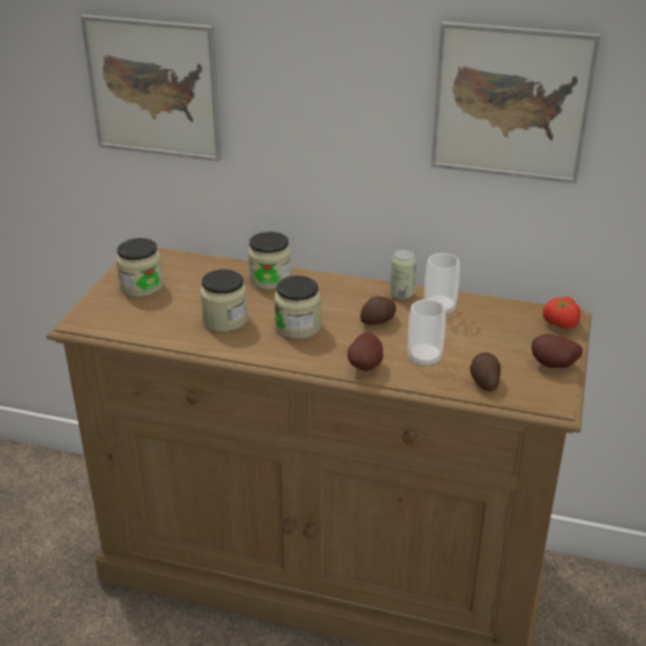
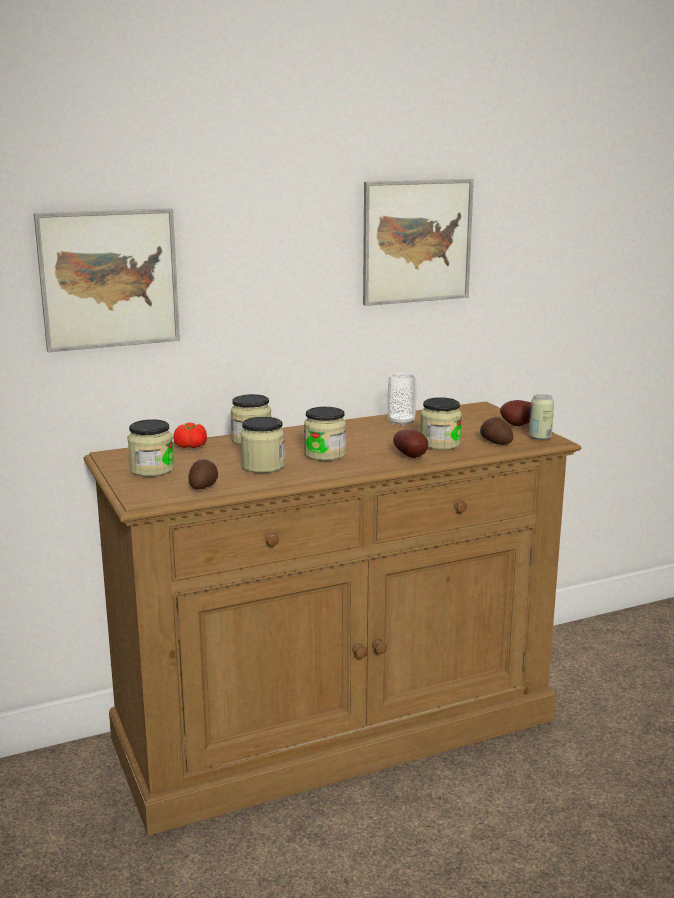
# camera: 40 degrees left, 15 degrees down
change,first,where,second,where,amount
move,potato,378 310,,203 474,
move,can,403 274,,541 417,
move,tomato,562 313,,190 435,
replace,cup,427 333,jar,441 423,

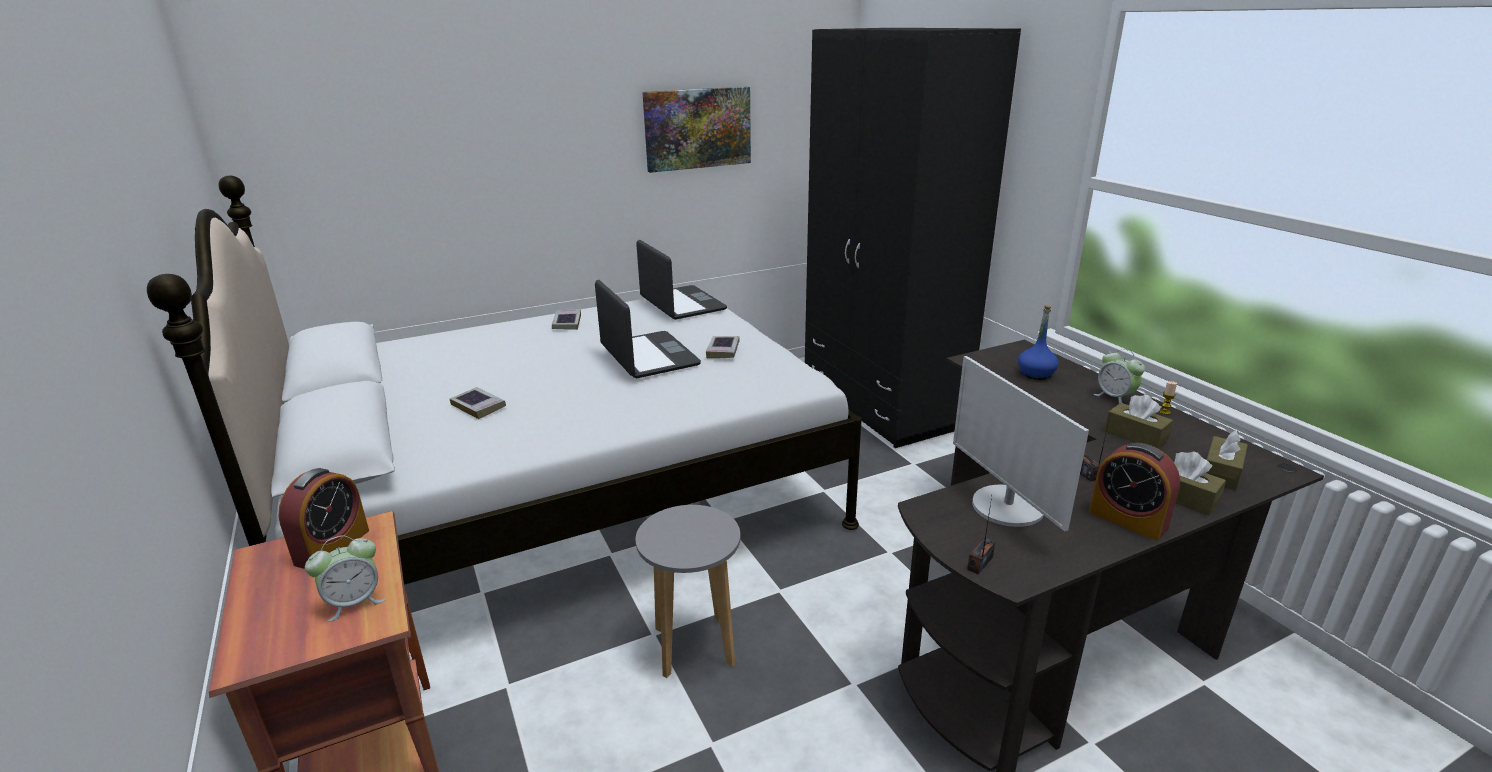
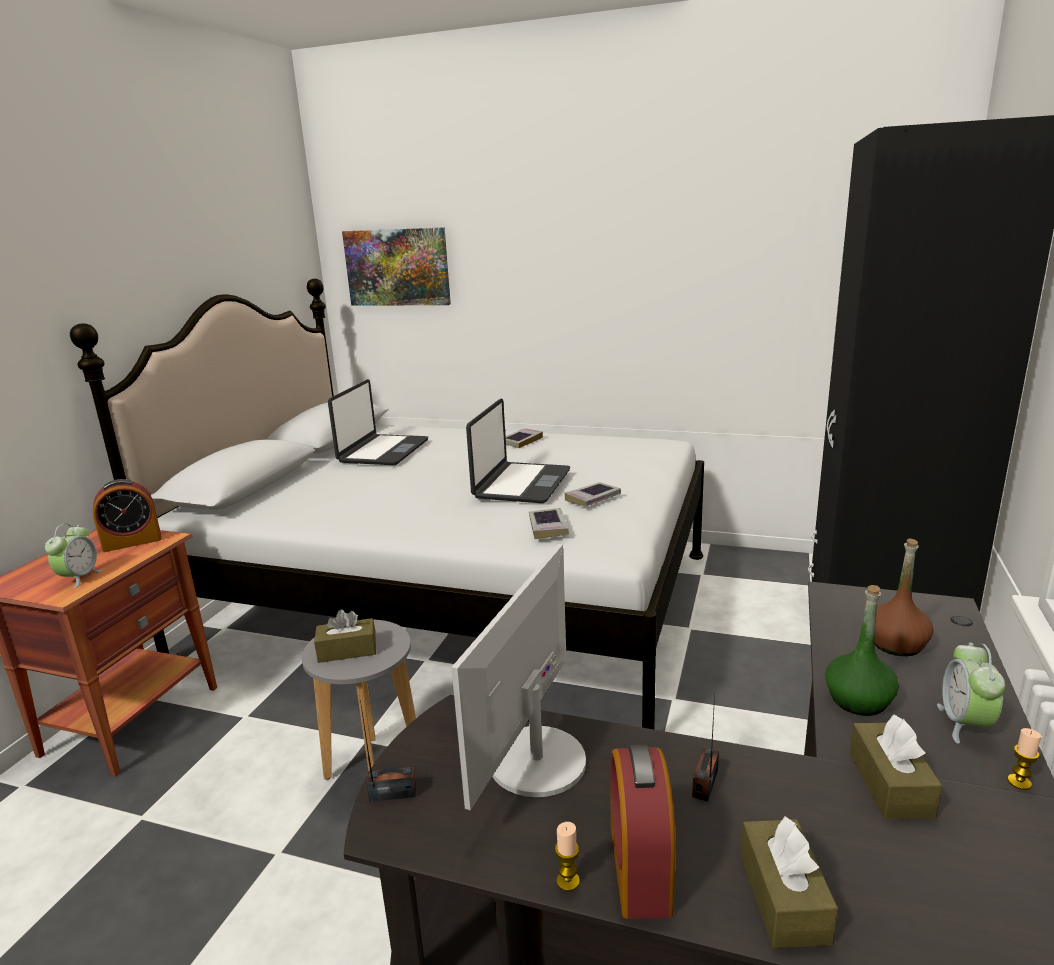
# camera: 45 degrees right, 5 degrees down
change,first,where,second,where,amount
insert,,,candle,567 857,
insert,,,green bottle,862 650,
move,book,478 403,,549 523,
move,laptop,681 280,,378 422,
move,picture,696 130,,396 266,
move,brown tissue box,1227 460,,345 636,
recolor,blue bottle,1038 342,brown bottle,904 597,
rotate,alarm clock,345 578,,74 556,90 degrees counterclockwise

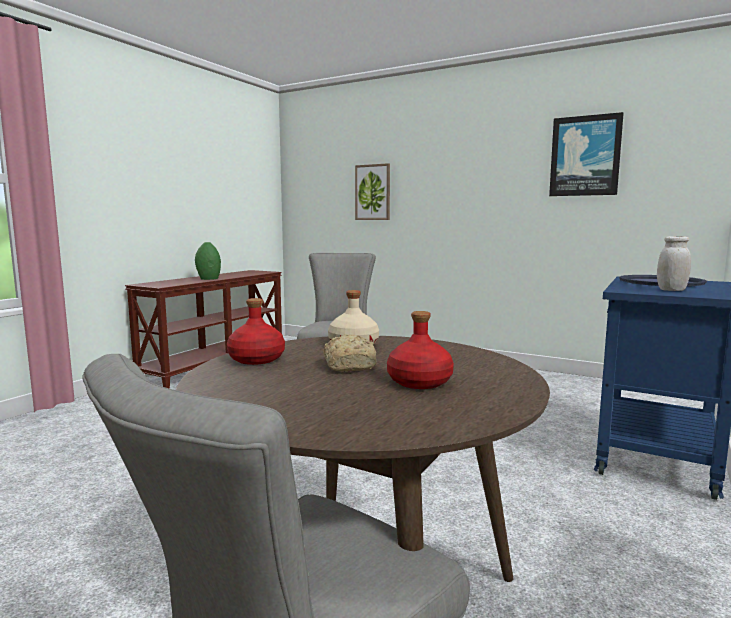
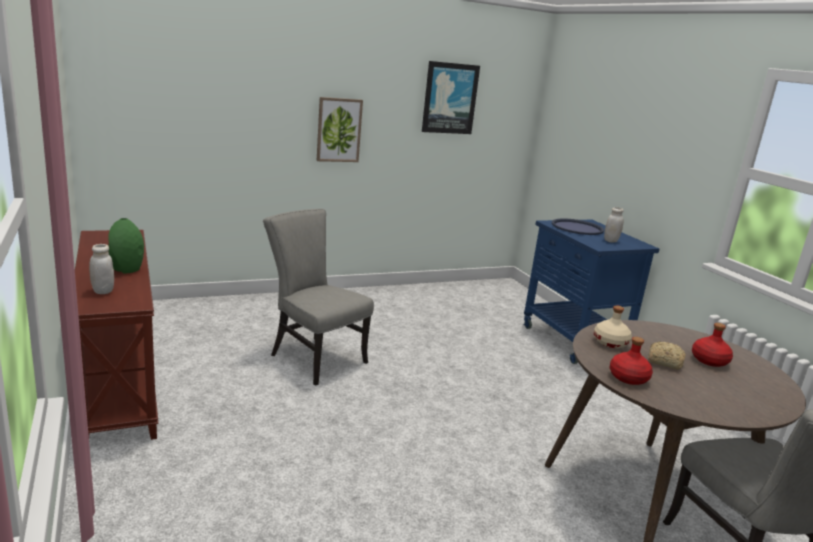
# camera: 55 degrees left, 10 degrees up
change,first,where,second,where,amount
insert,,,white jar,101 269,
move,picture,372 191,,340 129,

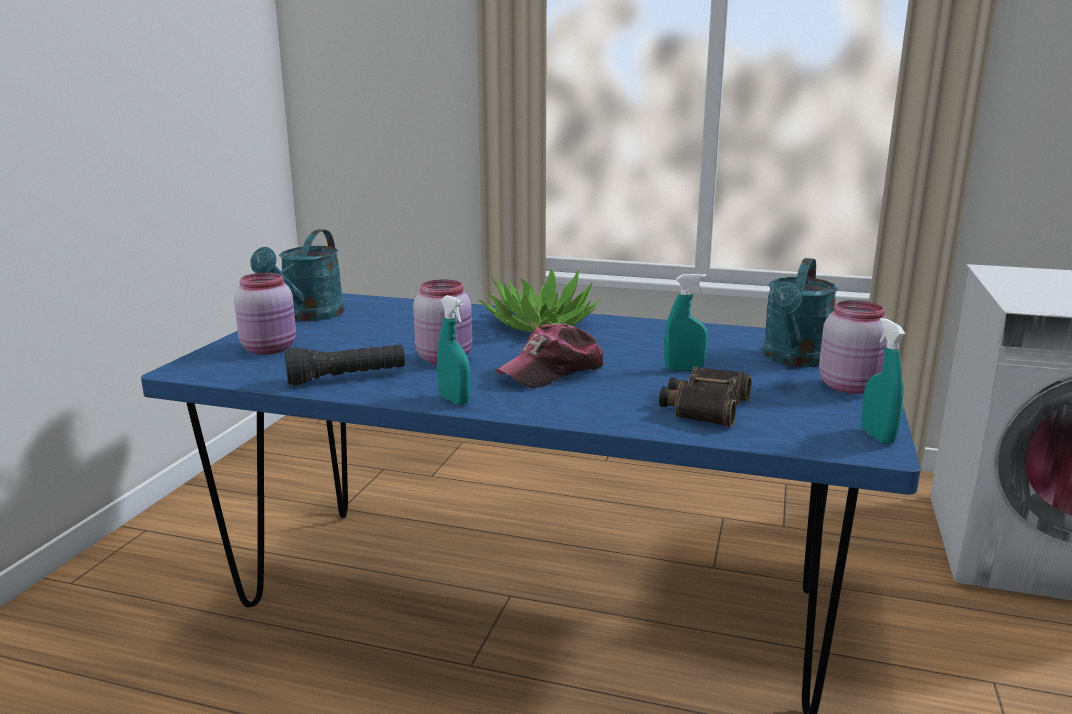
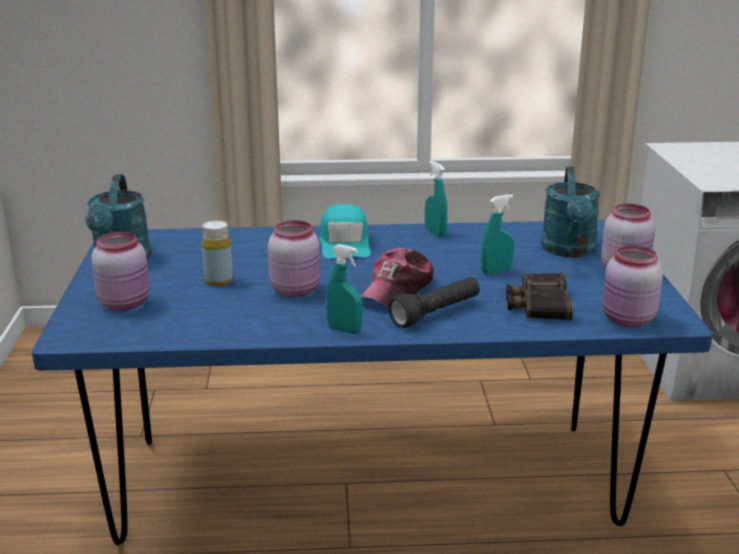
# camera: 20 degrees left, 5 degrees up
change,first,where,second,where,amount
insert,,,yellow bottle,217 253,
insert,,,pink jar,632 286,
move,black flashlight,345 365,,434 302,
move,turquoise spray bottle,883 381,,436 199,
replace,potted plant,540 299,turquoise cap,345 231,

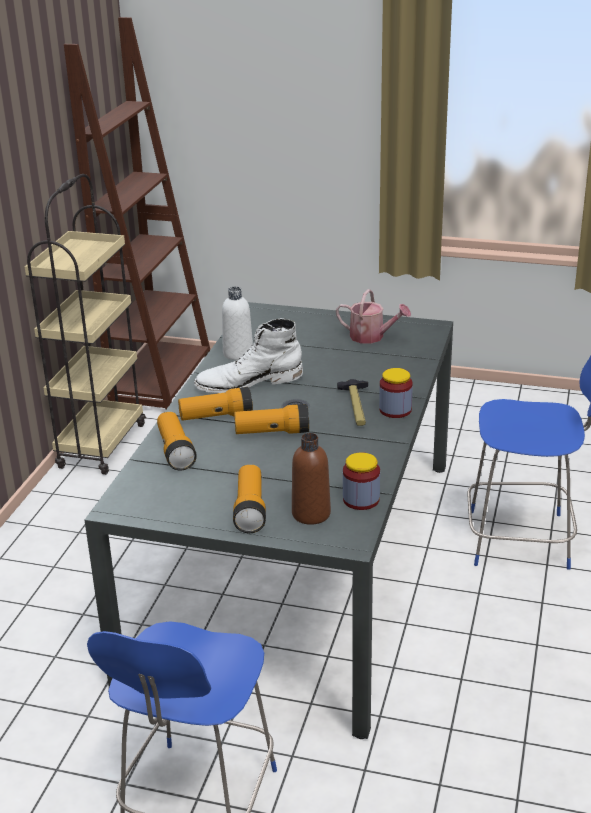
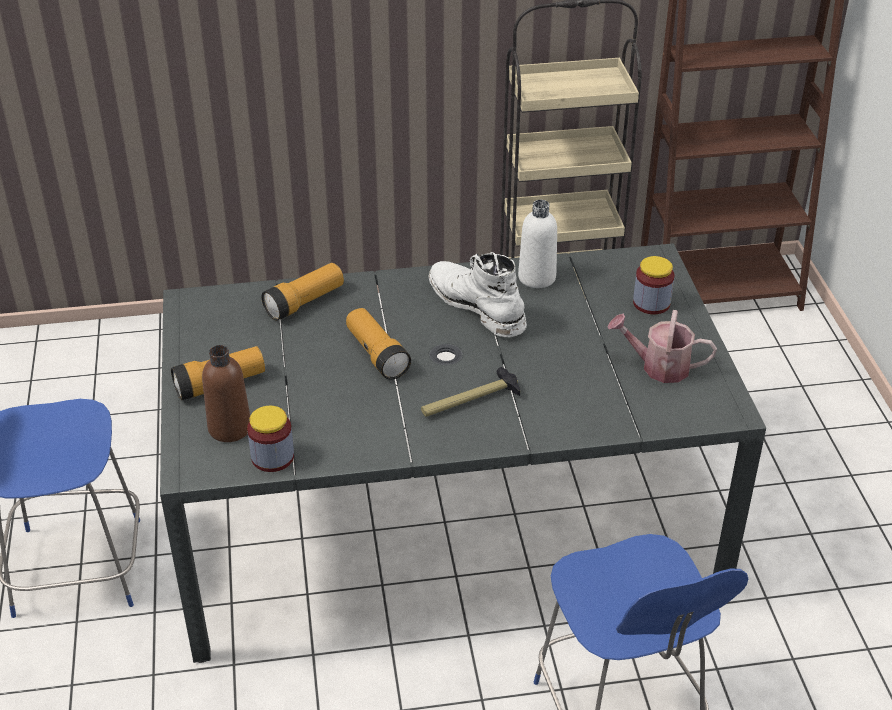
# camera: 65 degrees right, 10 degrees up
change,first,where,second,where,amount
delete,flashlight,215 404,,,
move,jar,396 393,,653 285,
rotate,watering can,373 316,,662 346,105 degrees clockwise

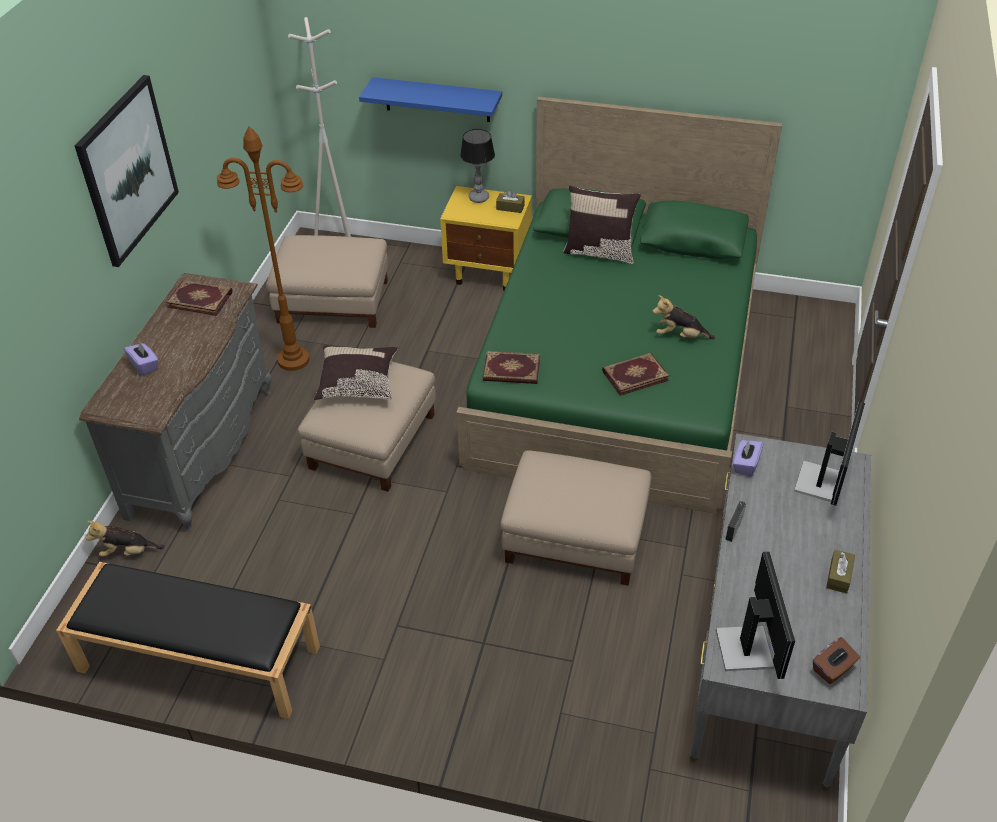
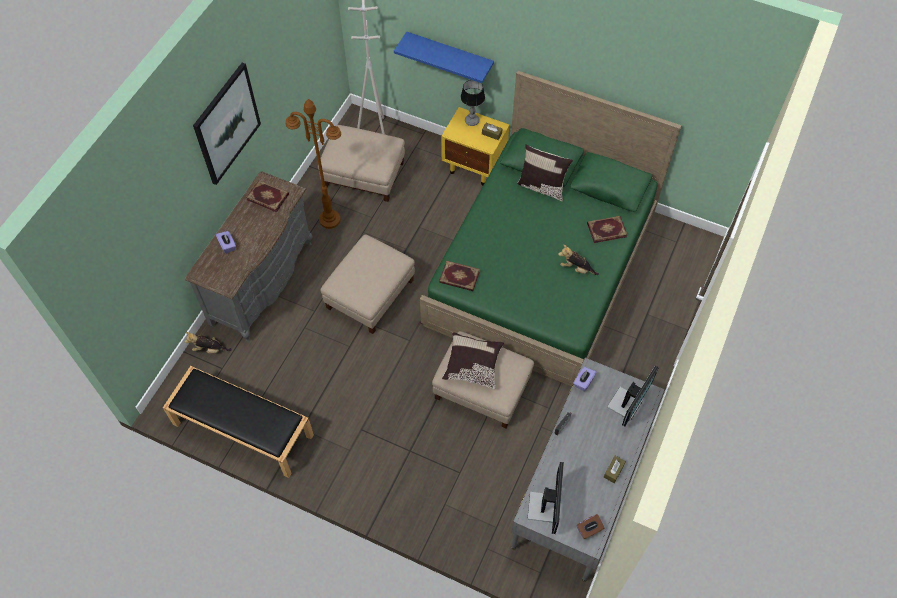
# camera: 10 degrees right, 15 degrees up
change,first,where,second,where,amount
move,pillow,356 372,,473 360,
move,book,635 374,,607 229,

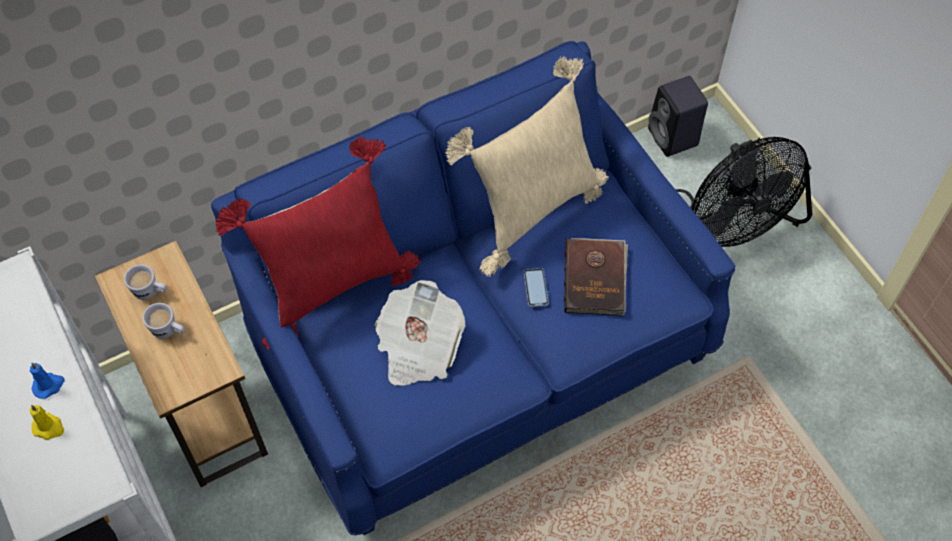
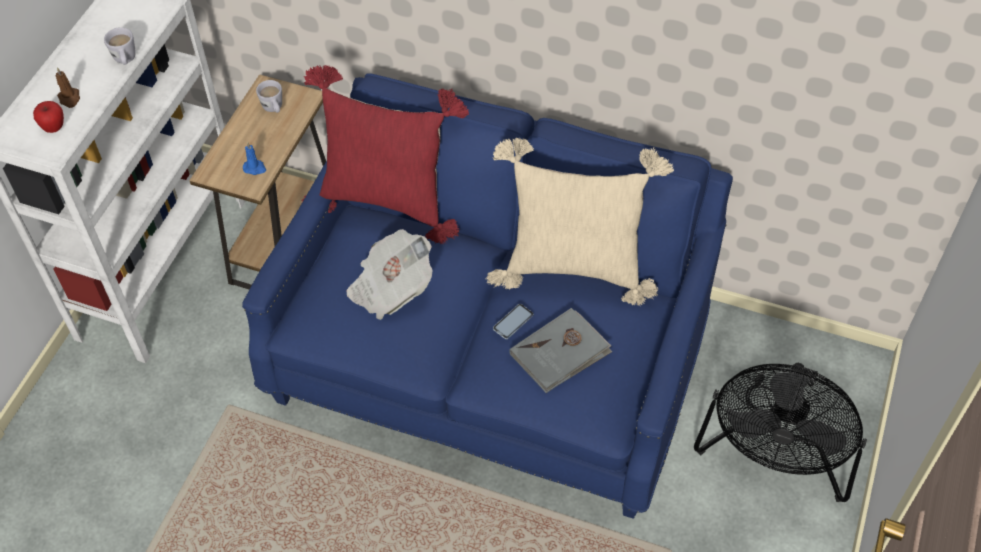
# camera: 50 degrees right, 5 degrees down
change,first,where,second,where,amount
delete,black speaker,678 116,,,
insert,,,apple,48 117,
move,blue candle,47 381,,254 158,
move,white mug,164 321,,120 46,
recolor,yellow candle,47 422,brown candle,68 87,
recolor,brown book,596 277,grey book,560 350,

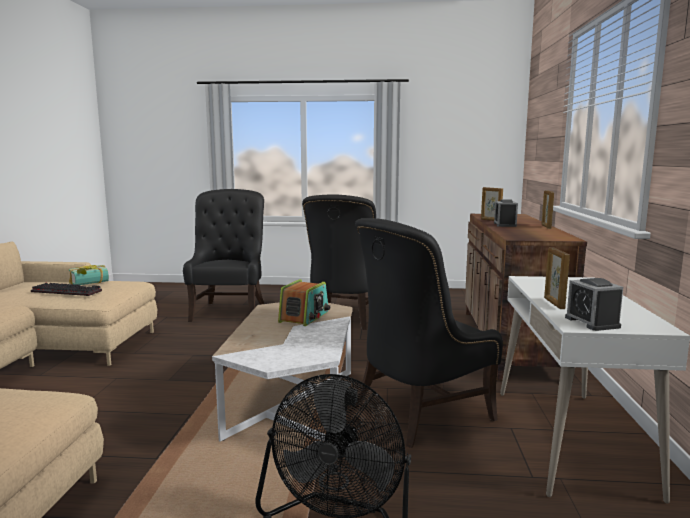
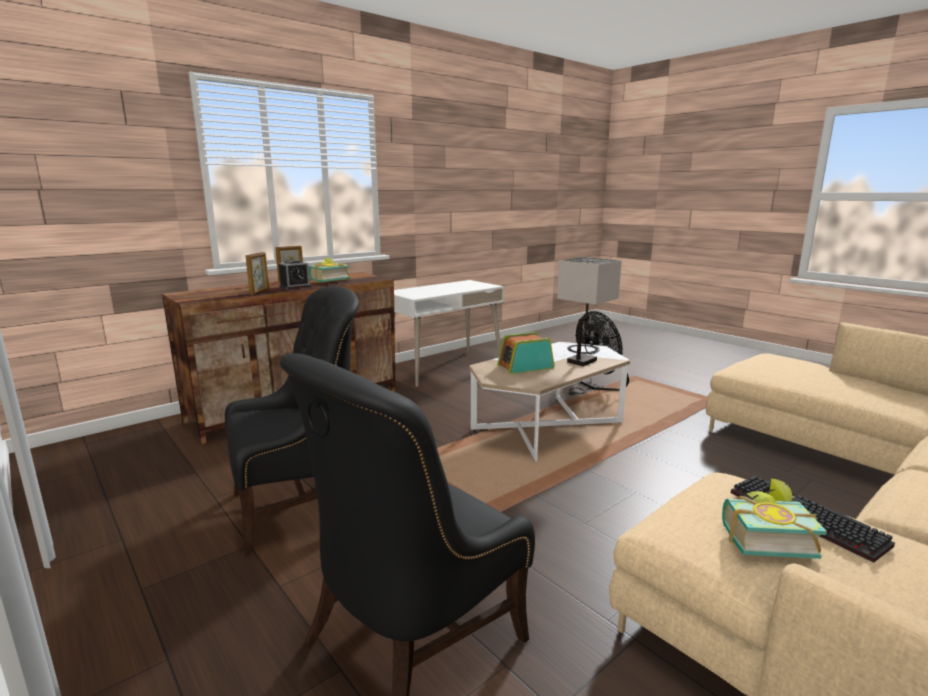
# camera: 135 degrees left, 5 degrees up
change,first,where,second,where,amount
delete,black chair,428 333,,,
delete,picture frame,557 278,,,
delete,alarm clock,594 304,,,
insert,,,book,329 270,
insert,,,table lamp,589 311,

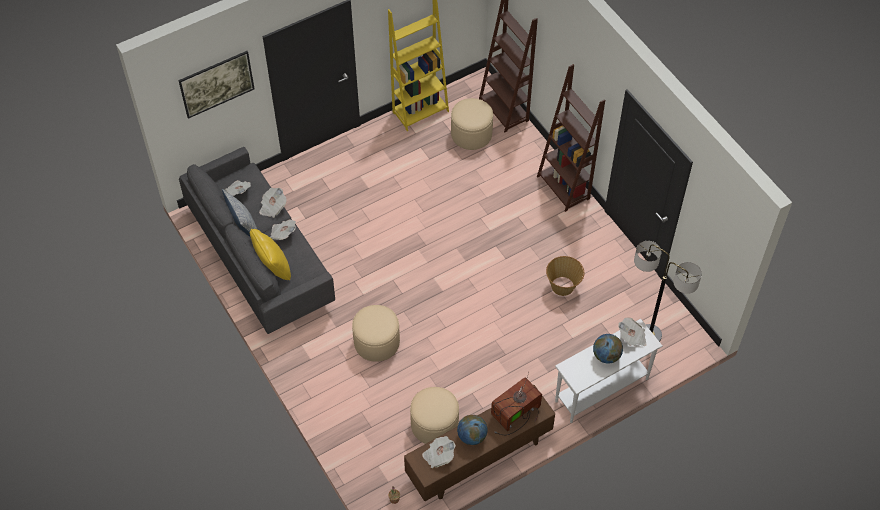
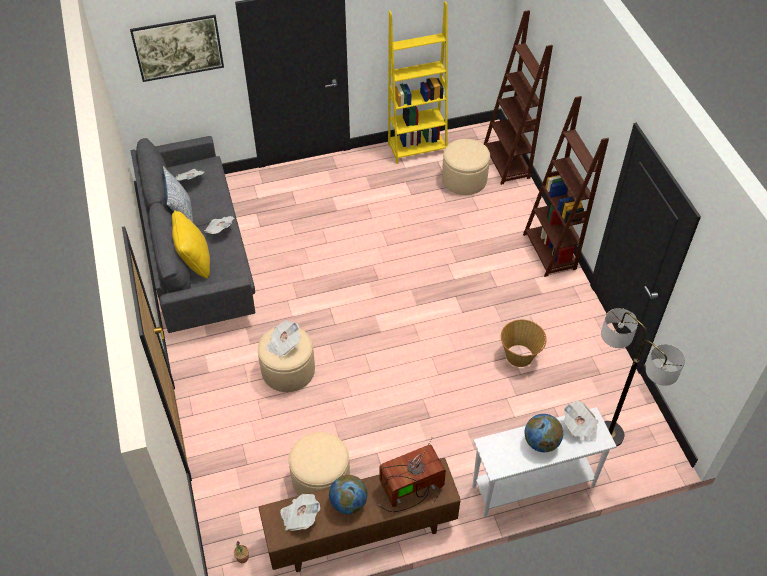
# camera: 15 degrees right, 5 degrees down
change,first,where,second,where,amount
move,newspaper,273 203,,283 339,

